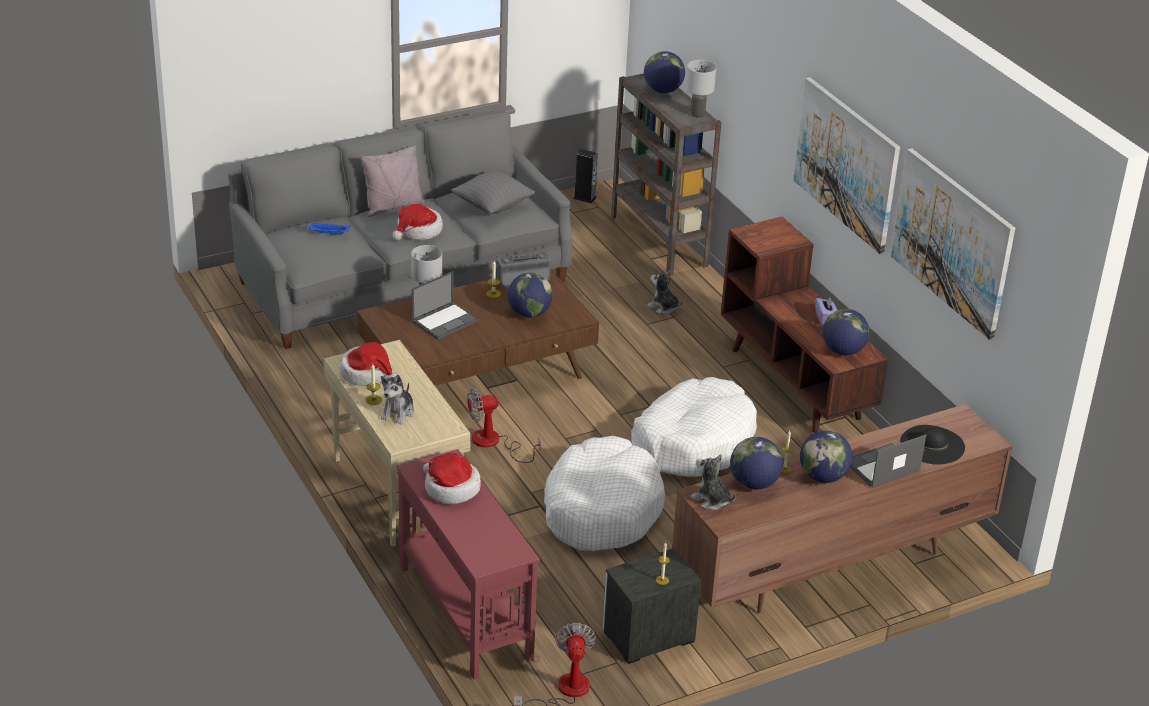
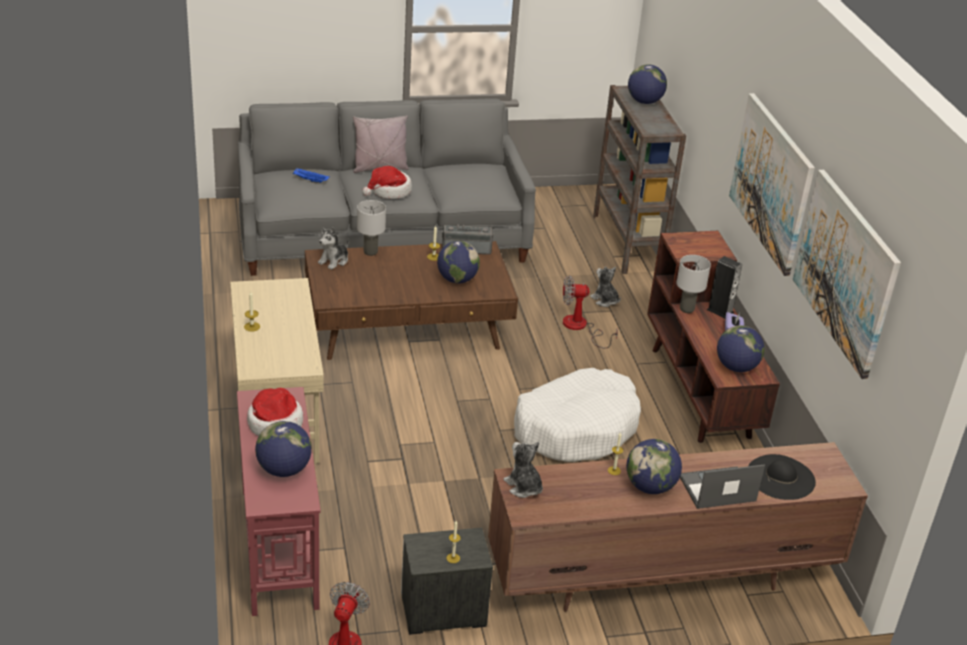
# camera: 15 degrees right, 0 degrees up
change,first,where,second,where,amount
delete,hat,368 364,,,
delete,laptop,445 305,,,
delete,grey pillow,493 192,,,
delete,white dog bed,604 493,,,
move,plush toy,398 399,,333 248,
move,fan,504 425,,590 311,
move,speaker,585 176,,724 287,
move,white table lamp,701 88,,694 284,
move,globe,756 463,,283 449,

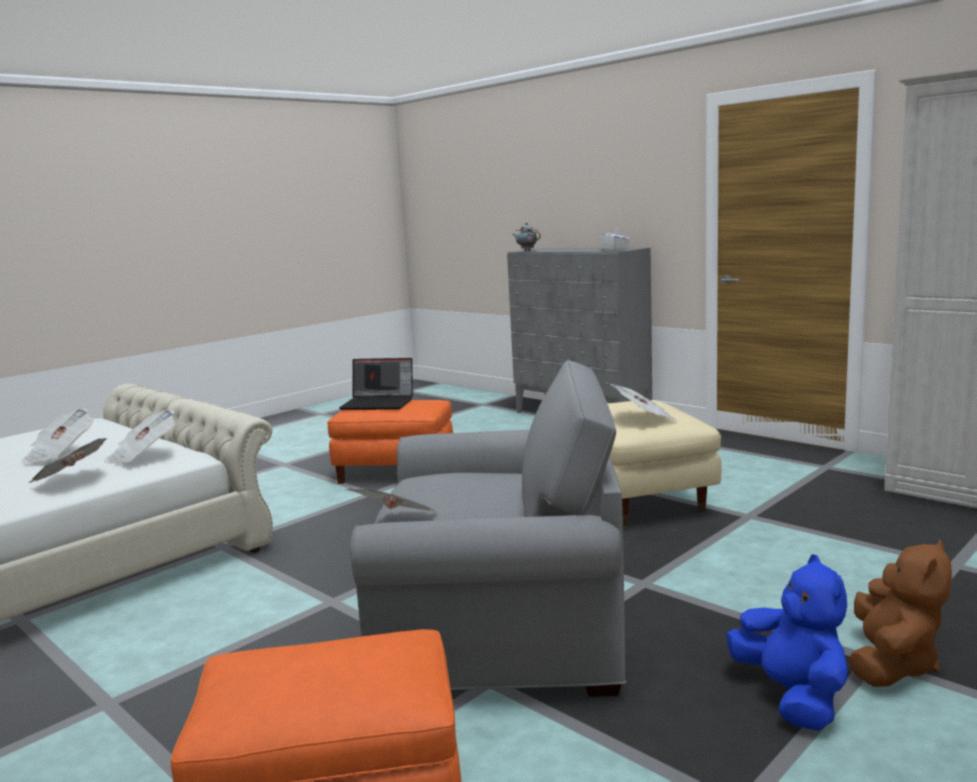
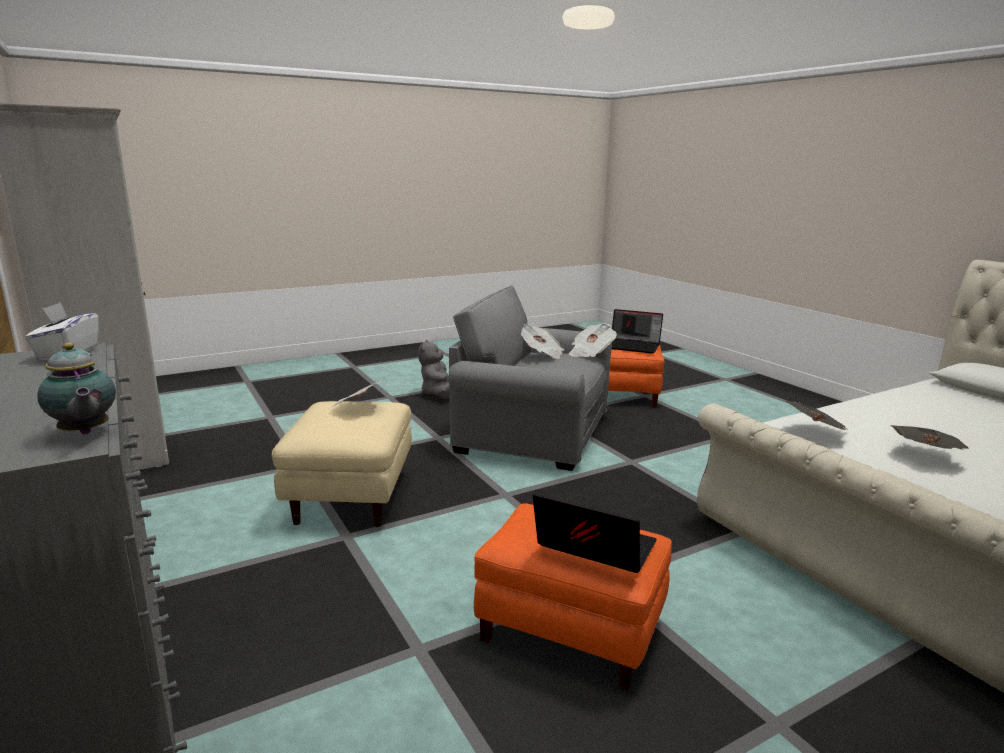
# camera: 165 degrees left, 5 degrees up
change,first,where,second,where,amount
delete,brown plush toy,900 613,,,
insert,,,laptop,637 331,
move,newspaper,67 460,,542 341,
recolor,blue plush toy,787 642,grey plush toy,433 368,

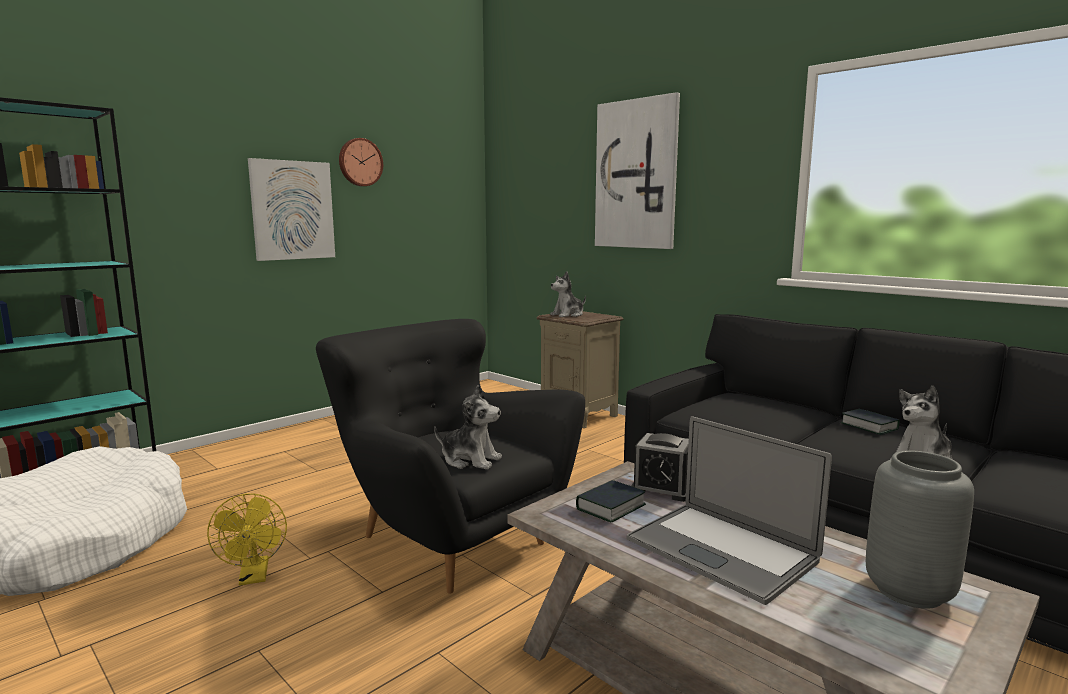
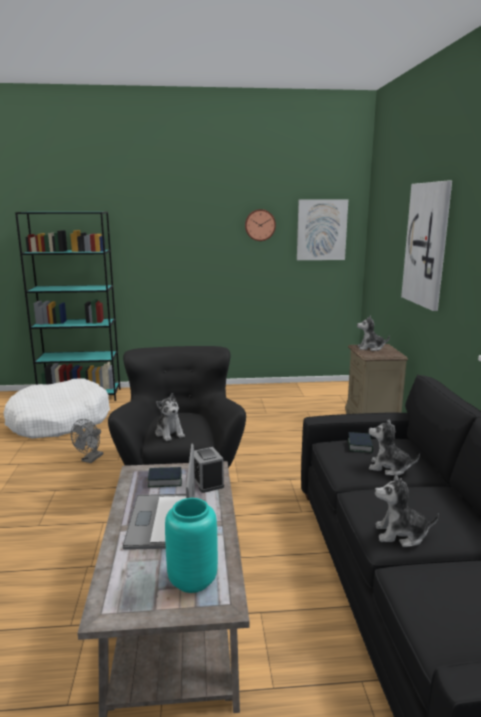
# camera: 40 degrees right, 5 degrees up
change,first,where,second,where,amount
insert,,,plush toy,394 447,
move,picture,291 209,,322 230,
move,book,870 422,,360 442,
recolor,yellow fan,247 539,grey fan,87 441,
recolor,grey vase,920 529,turquoise vase,191 545,

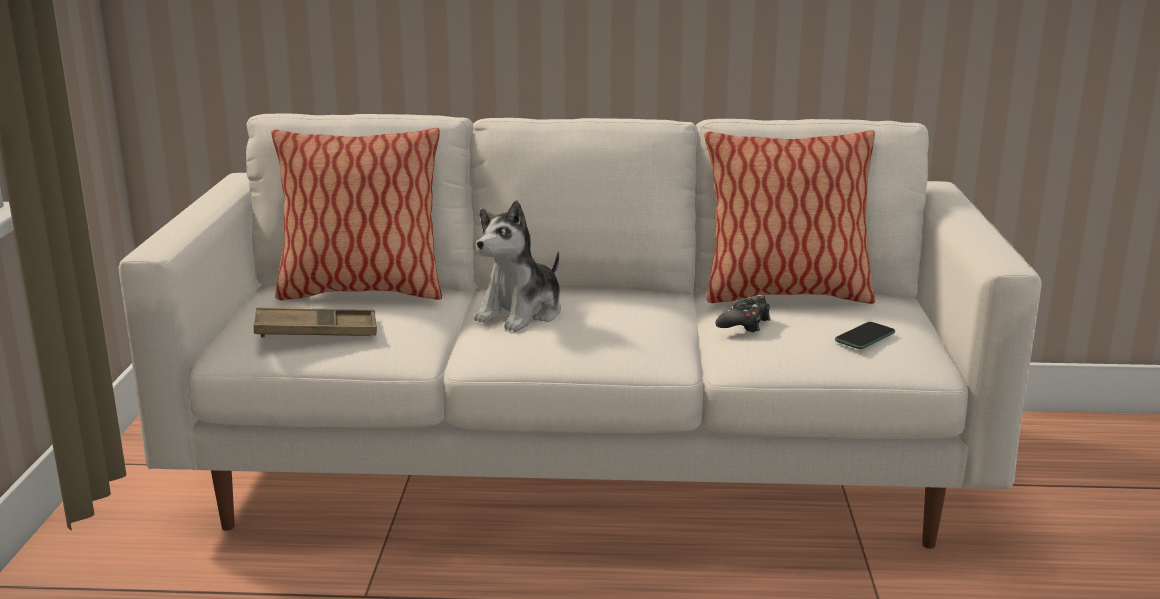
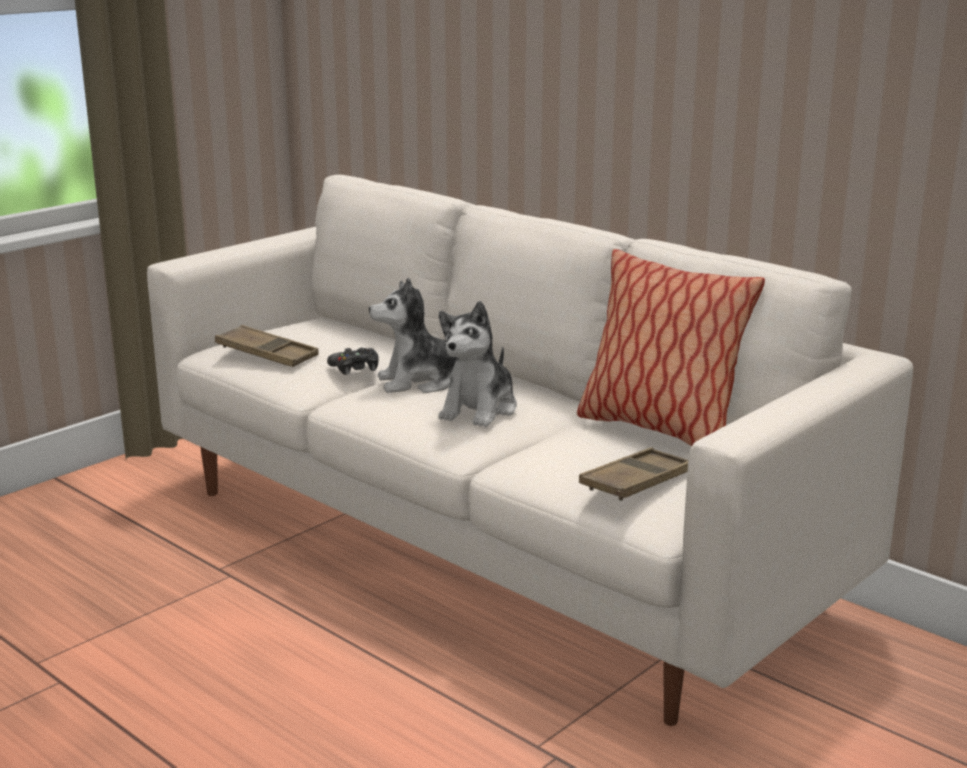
# camera: 40 degrees right, 0 degrees up
change,first,where,second,where,amount
delete,pillow,356 214,,,
insert,,,plush toy,477 364,
move,black game controller,743 314,,353 361,
replace,phone,865 335,brown tray,633 474,

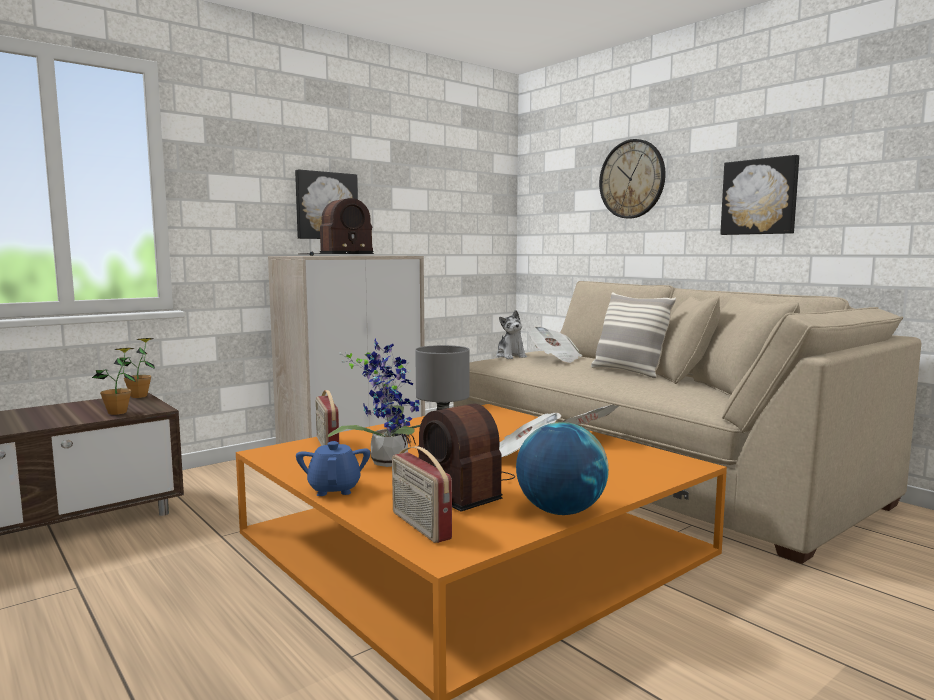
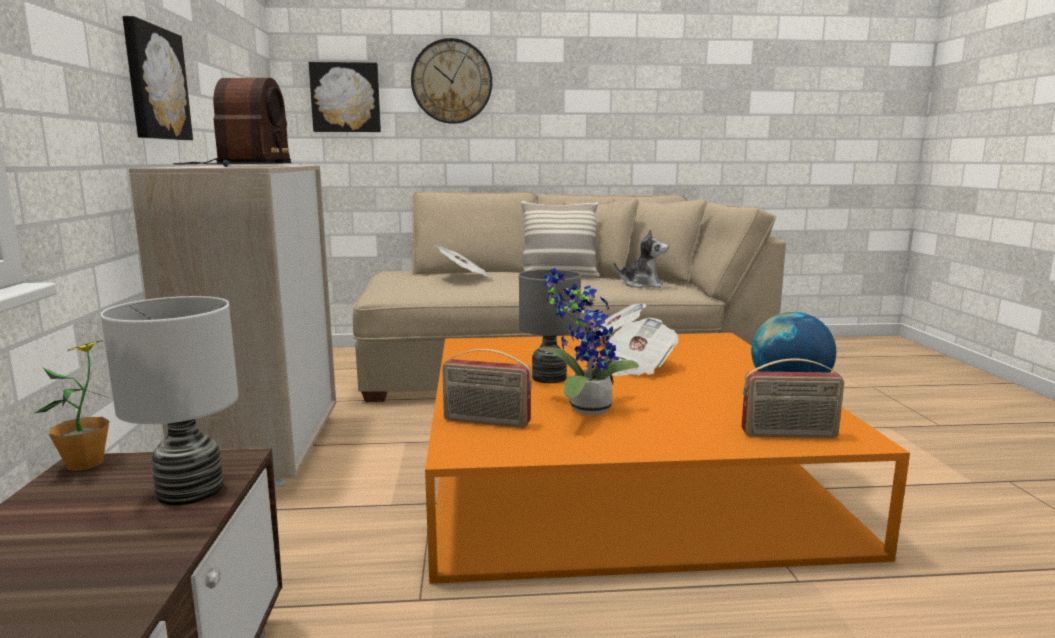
# camera: 55 degrees left, 5 degrees up
change,first,where,second,where,amount
delete,blue teapot,333 468,,,
delete,radio,466 457,,,
move,plush toy,511 334,,641 258,
move,picture,759 195,,345 97,
replace,potted plant,114 381,grey table lamp,170 401,

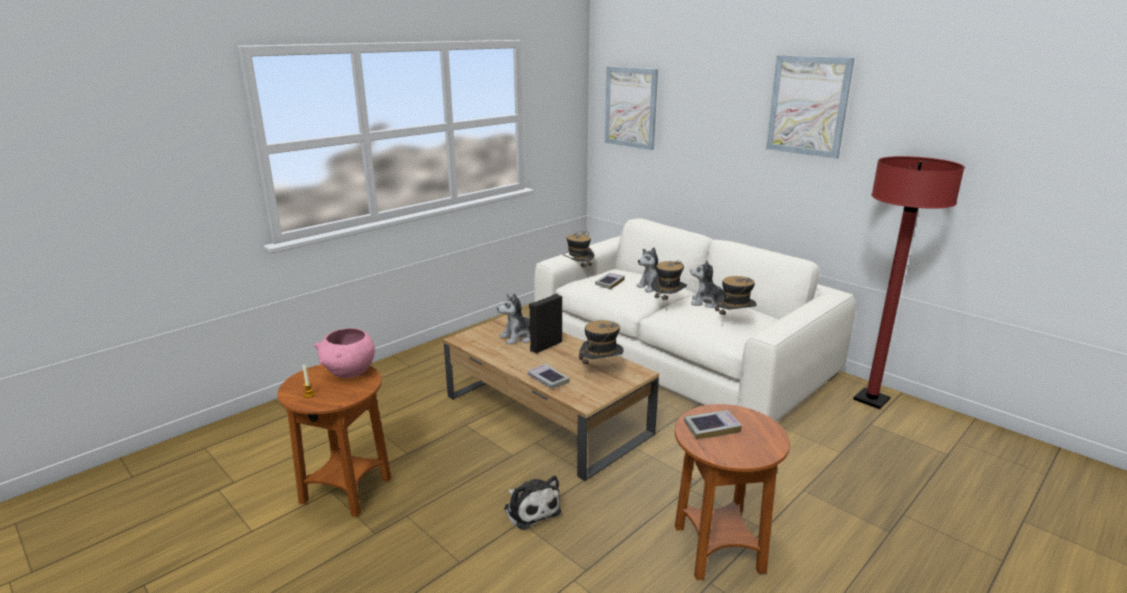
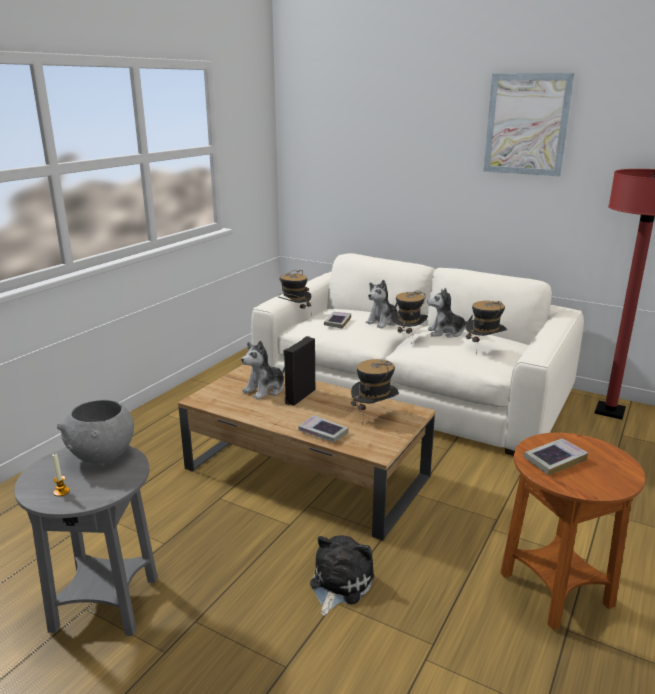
# camera: 15 degrees left, 0 degrees up
change,first,where,second,where,amount
delete,picture,631 108,,,
recolor,brown side table,334 440,grey side table,86 541,
recolor,pink bowl,344 353,grey bowl,95 432,
rotate,plush toy,532 503,,342 575,105 degrees counterclockwise

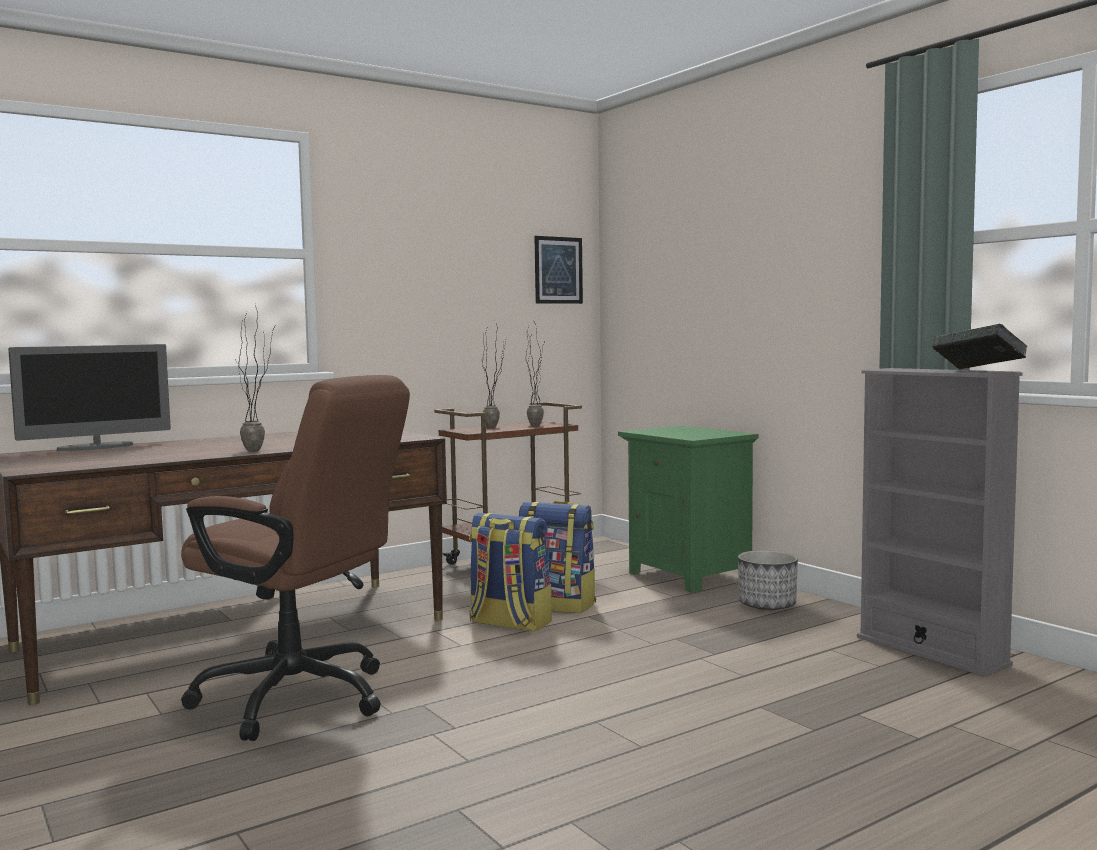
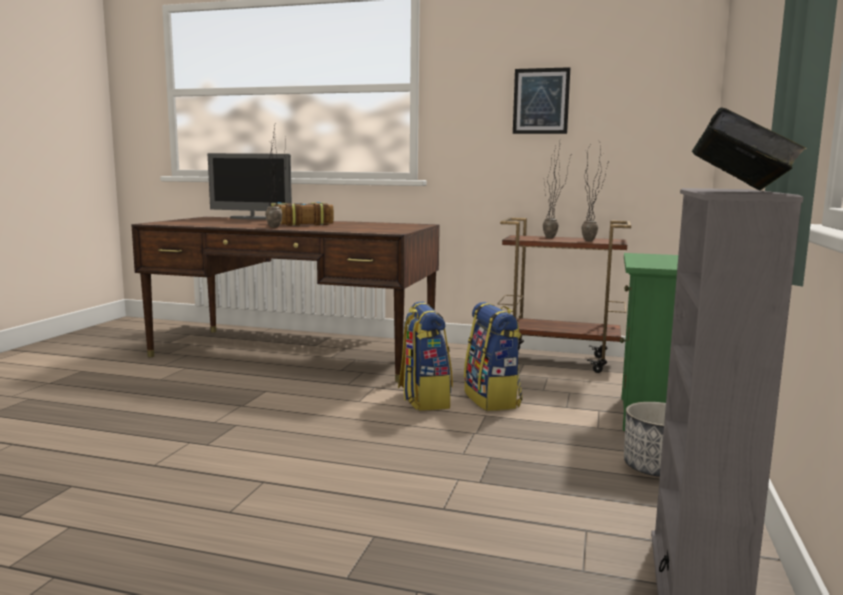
# camera: 50 degrees right, 5 degrees up
change,first,where,second,where,amount
delete,brown office chair,295 558,,,
insert,,,book,302 214,
move,picture,558 270,,541 100,

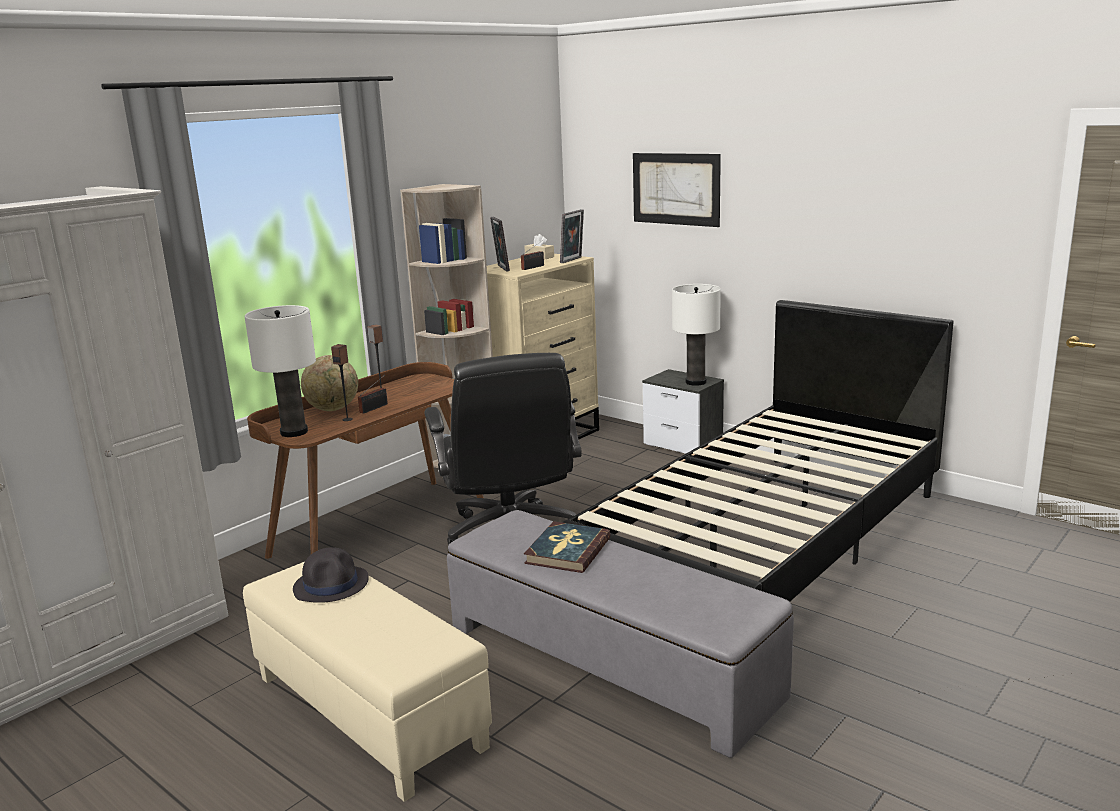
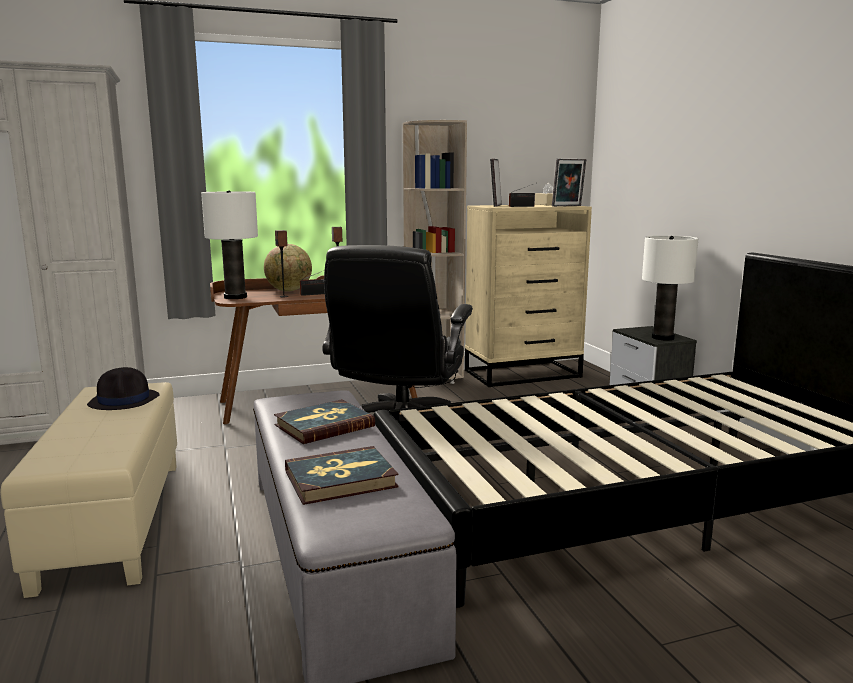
# camera: 30 degrees right, 5 degrees down
change,first,where,second,where,amount
delete,picture,677 190,,,
insert,,,book,342 475,

